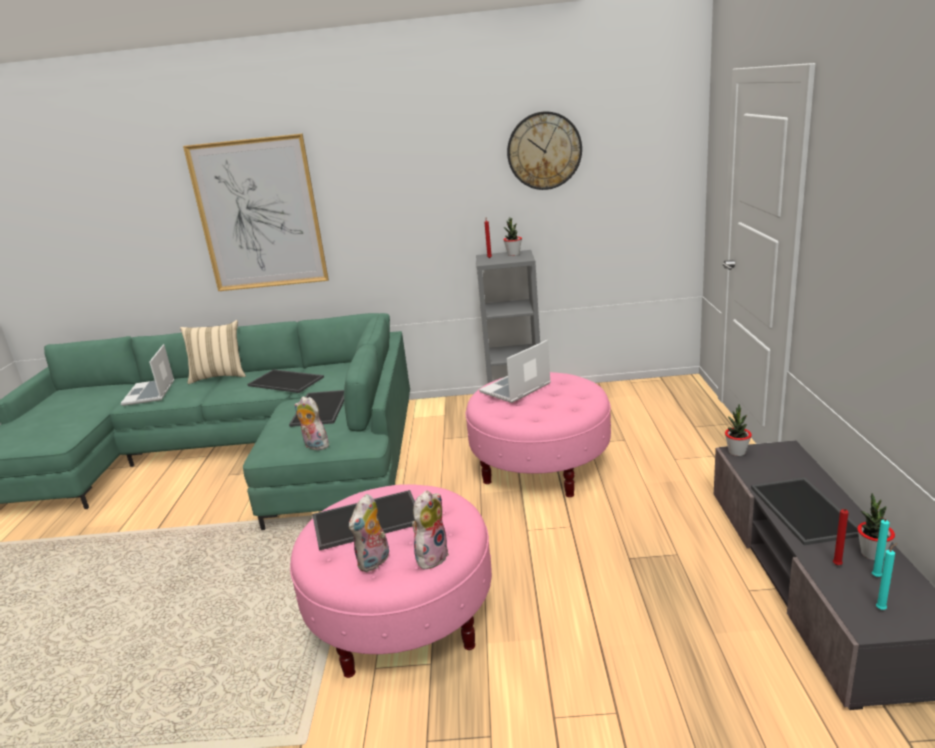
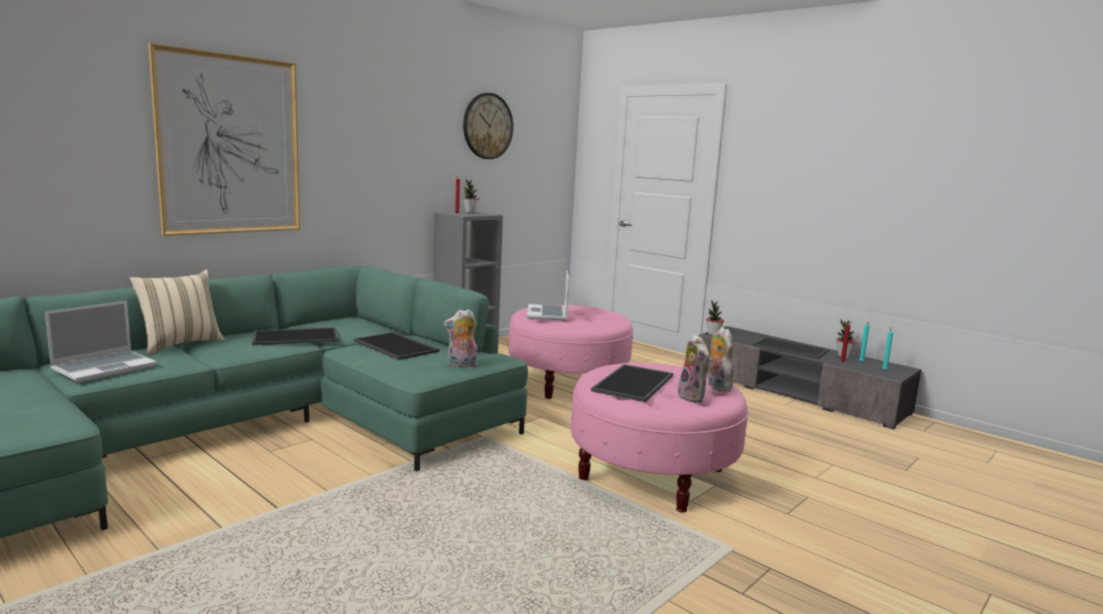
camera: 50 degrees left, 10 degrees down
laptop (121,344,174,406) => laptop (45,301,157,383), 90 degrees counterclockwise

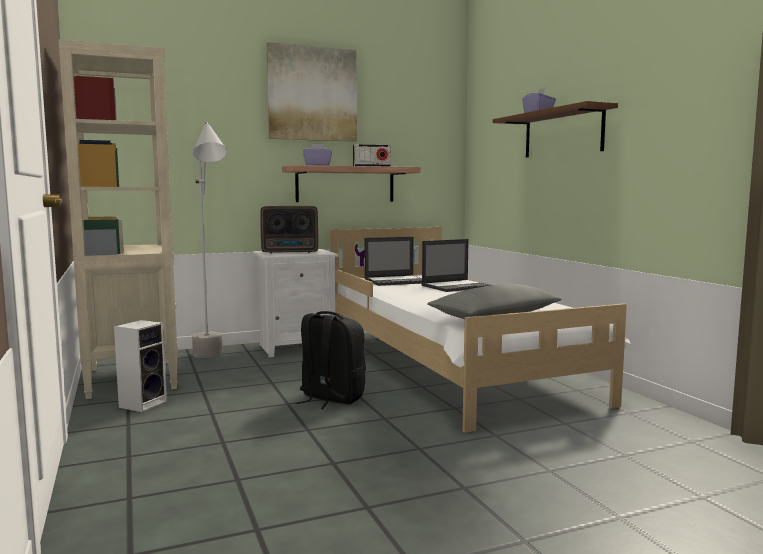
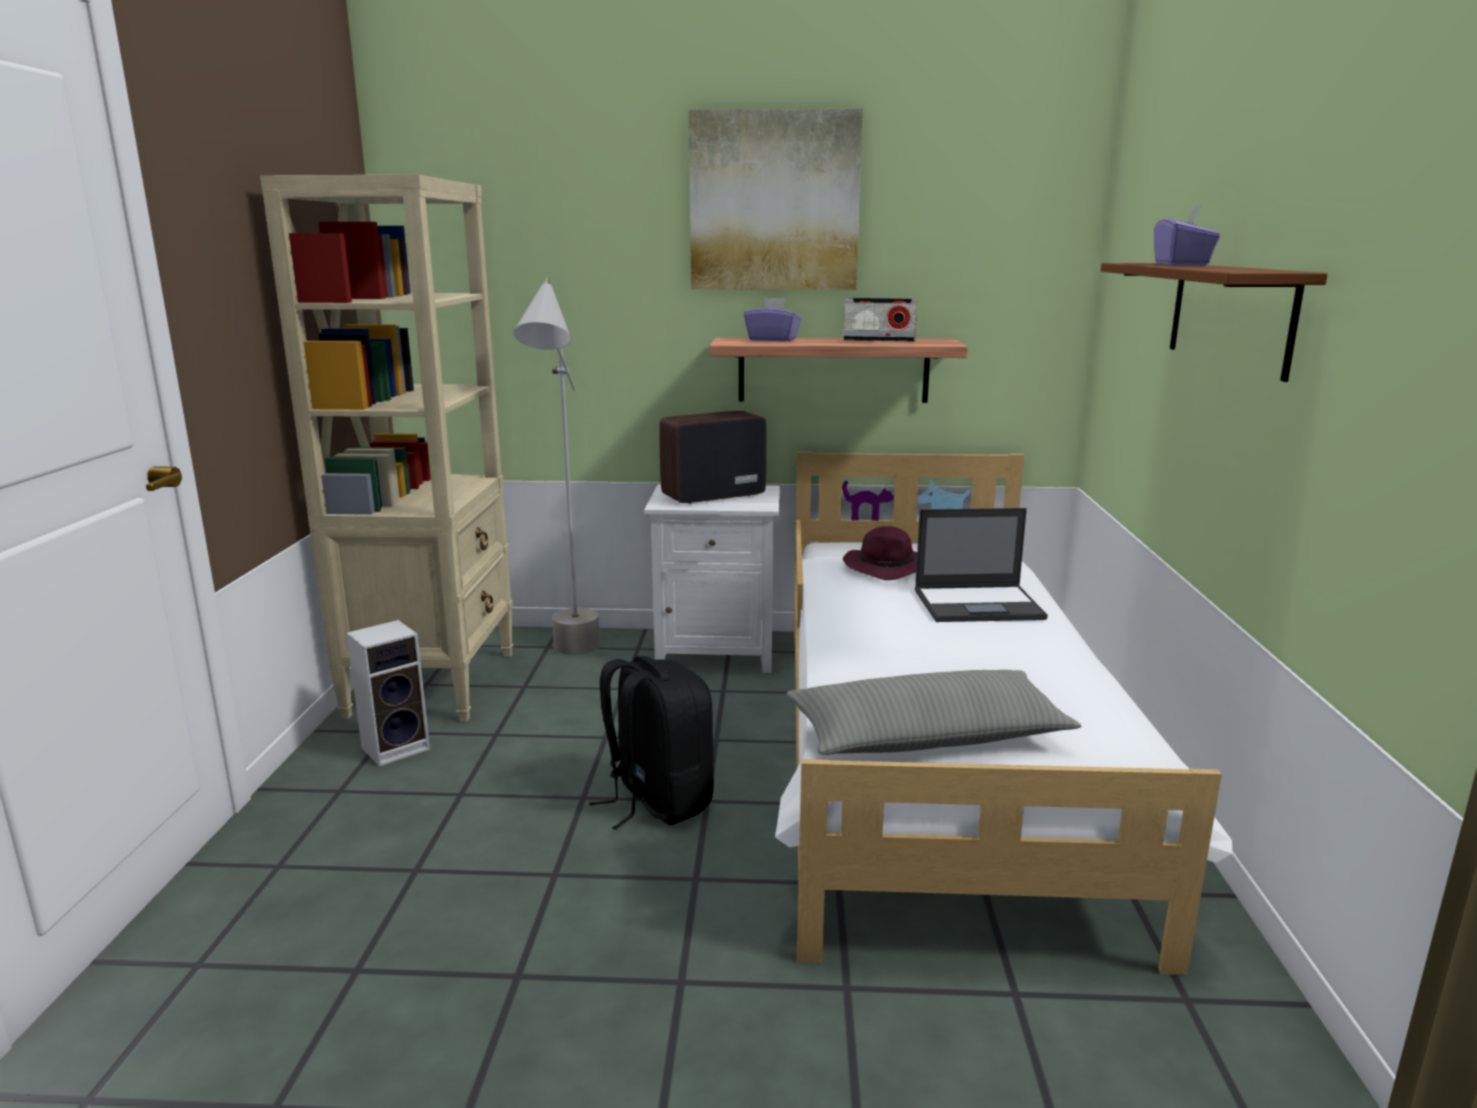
camera: 25 degrees right, 10 degrees up
laptop (364,237,422,286) => hat in purple (843,526,917,580)
radio (260,206,318,253) => radio (659,411,767,504), 135 degrees clockwise

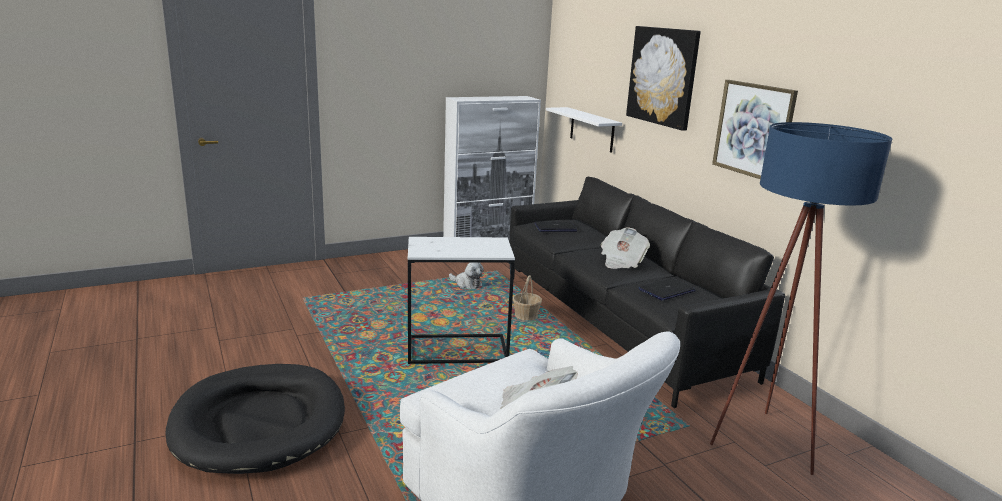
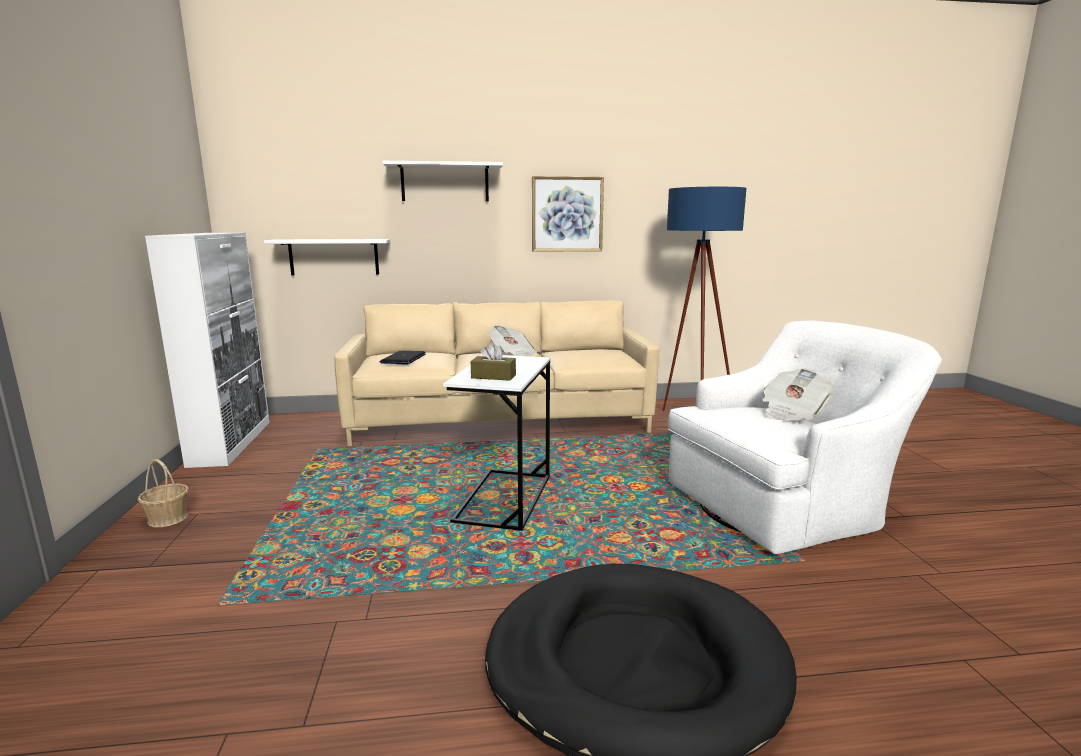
camera: 70 degrees left, 5 degrees down
plush toy (449,262,484,289) => nothing
laptop (638,278,696,301) => nothing
nothing => tissue box in brown (471,343,516,381)
basket (513,275,542,321) => basket (138,459,189,527), relocated
picture (626,26,701,131) => shelf in white (382,161,503,201)
sofa in black (509,177,785,408) => sofa in beige (334,300,659,446)

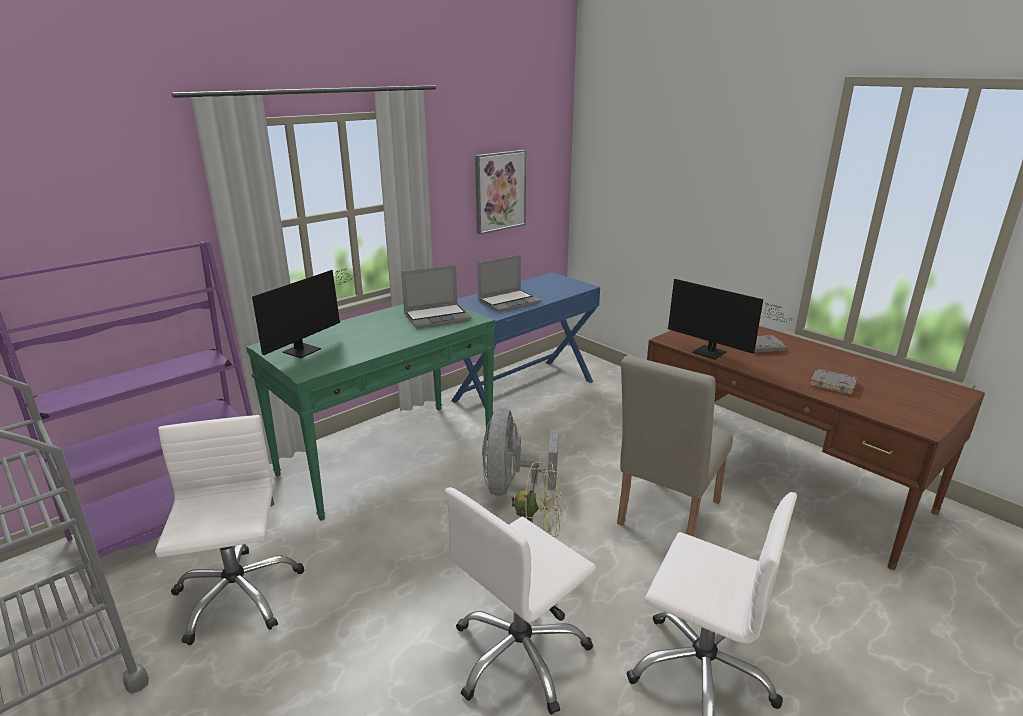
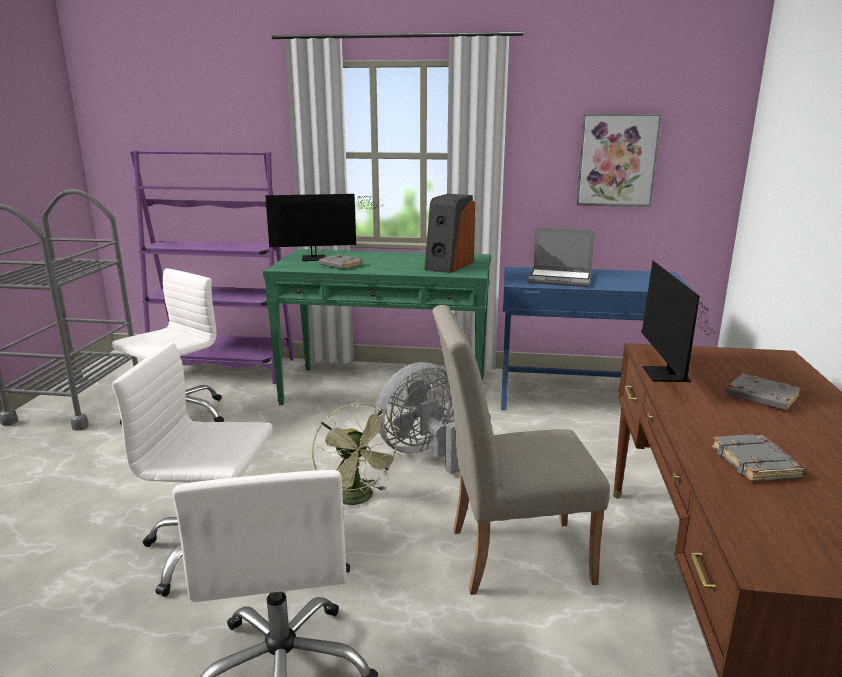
camera: 50 degrees right, 5 degrees down
nothing => book in grey (319,254,362,269)
laptop (401,265,471,329) => speaker (424,194,475,273)

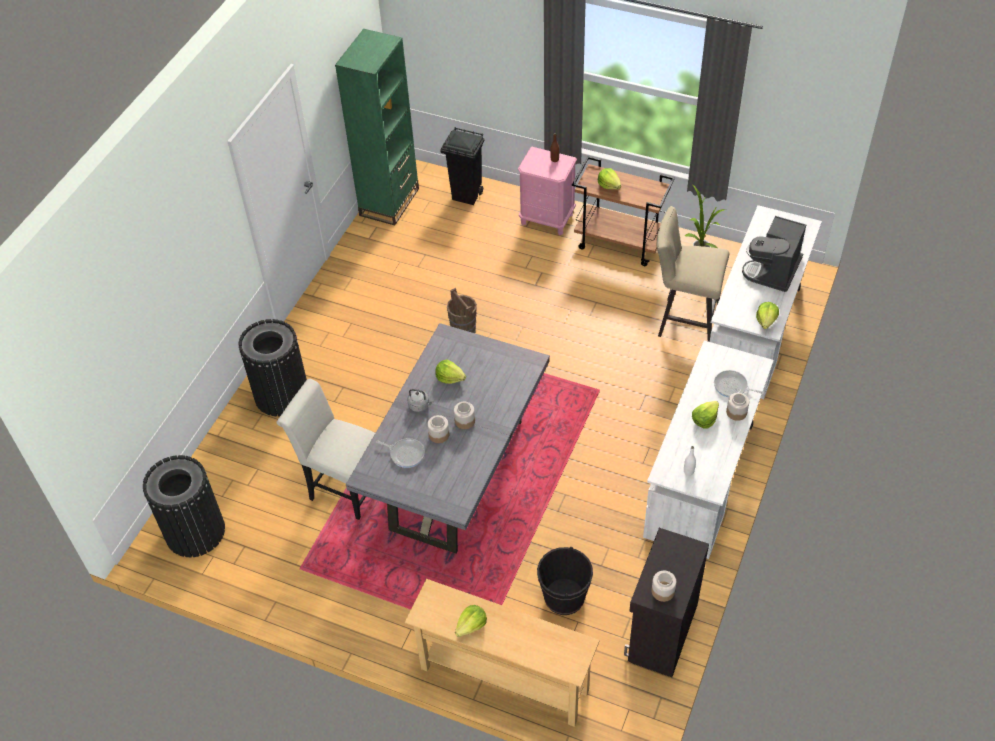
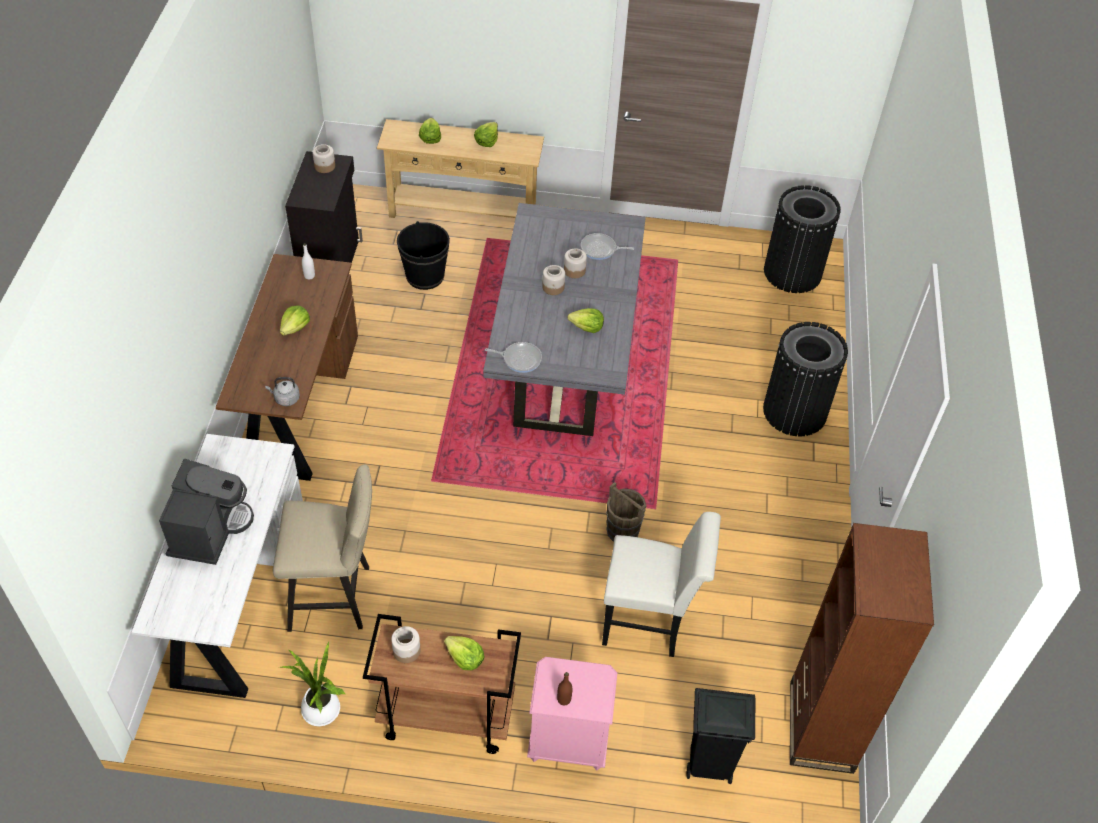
camera: 160 degrees right, 0 degrees up
chair in white (276,379,375,520) => chair in white (602,512,721,657), relocated
kettle in grey (407,389,434,412) => kettle in grey (265,377,300,406), relocated
frying pan (714,370,764,397) => frying pan (485,342,542,373), relocated
jar (726,393,749,421) => jar (391,626,421,663), relocated
lettuce (756,302,779,329) => lettuce (419,118,441,144), relocated
bookcase in green (335,29,419,226) => bookcase in brown (790,523,934,774)
desk in white (643,341,774,559) => desk in brown (216,254,358,481)

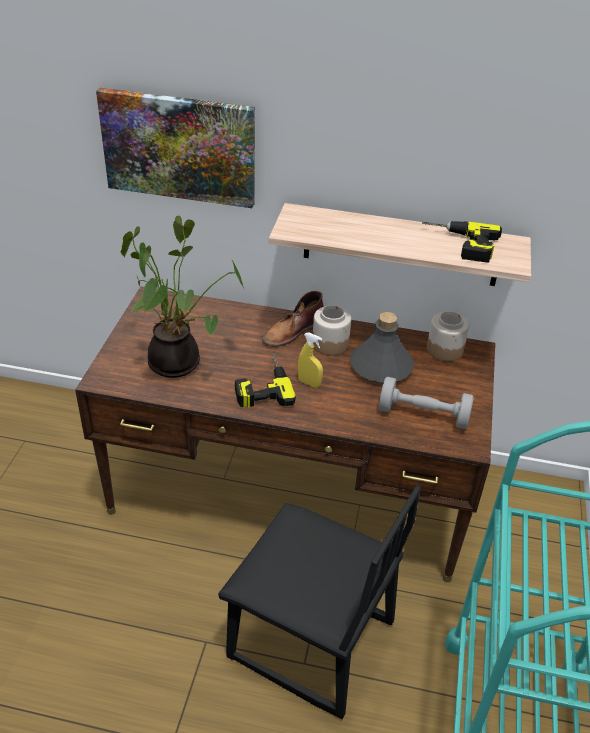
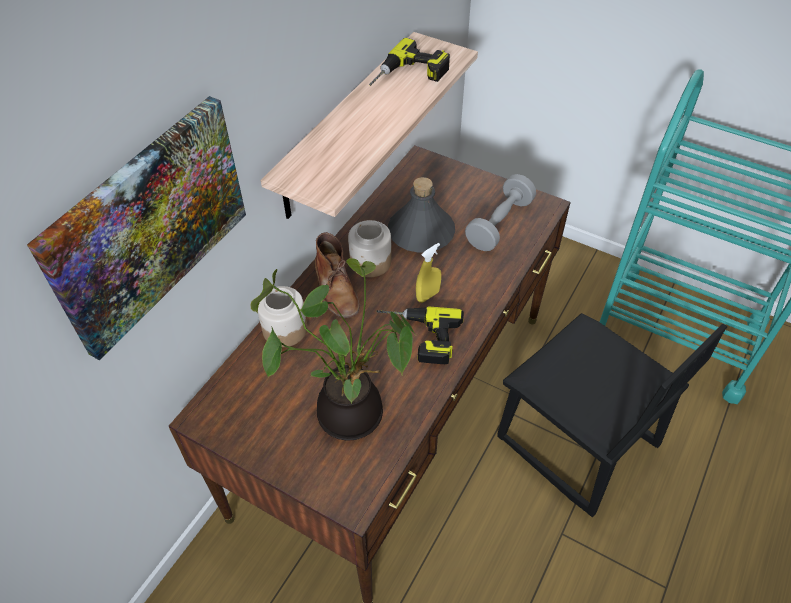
camera: 70 degrees left, 10 degrees up
jar (427,311,469,361) => jar (258,286,307,347), relocated
chair in black (218,485,421,719) => chair in black (497,313,727,517), 90 degrees clockwise

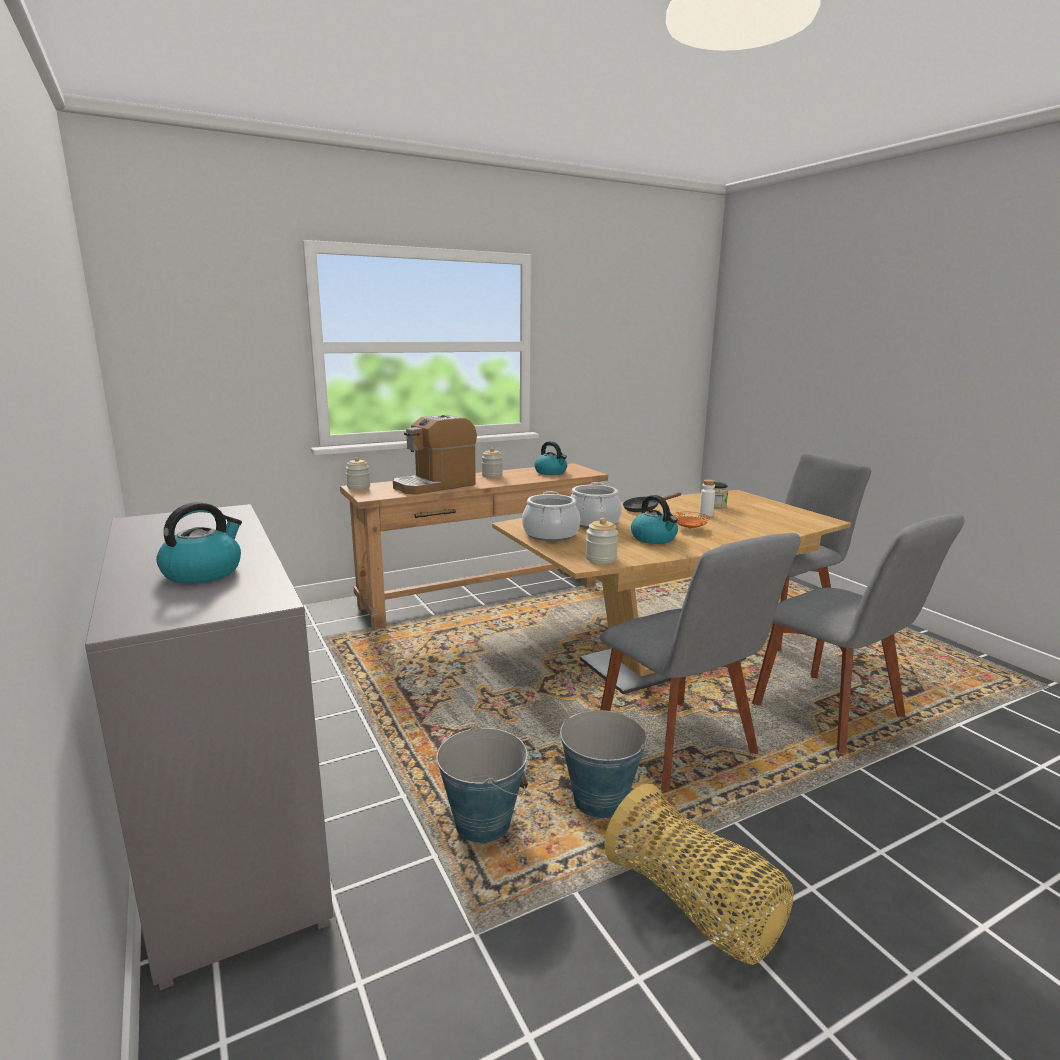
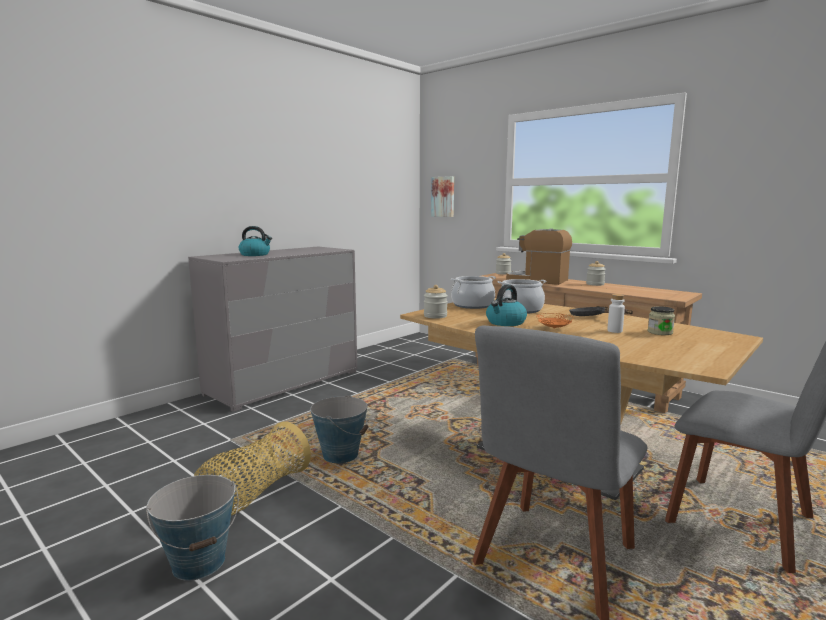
camera: 70 degrees right, 5 degrees down
kettle (535,441,567,475) => nothing
chair in grey (599,533,801,792) => nothing
nothing => picture (431,176,454,217)
bucket (437,725,528,843) => bucket (146,475,239,581), relocated

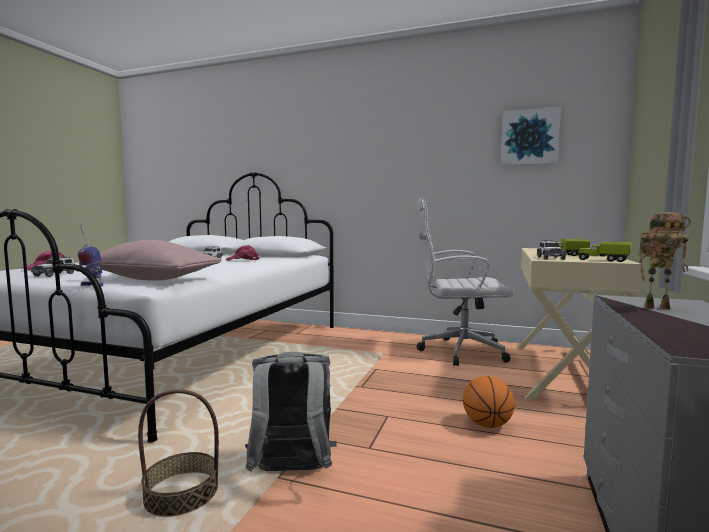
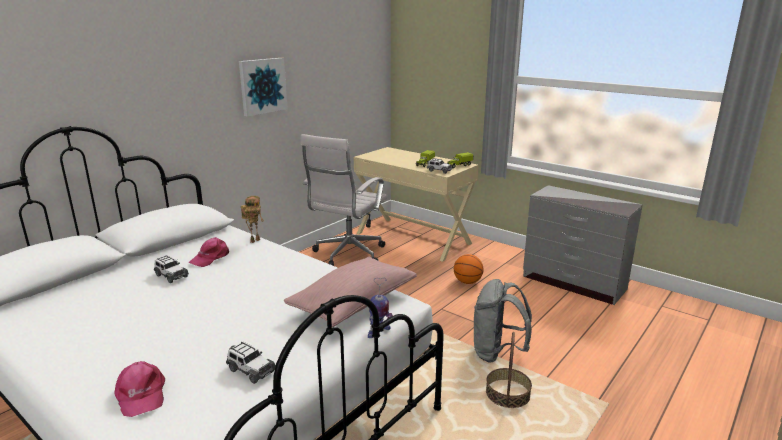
camera: 70 degrees left, 15 degrees up
picture (501,107,561,166) => picture (239,58,288,116), relocated
toy robot (638,212,691,310) => toy robot (241,196,264,243), relocated

